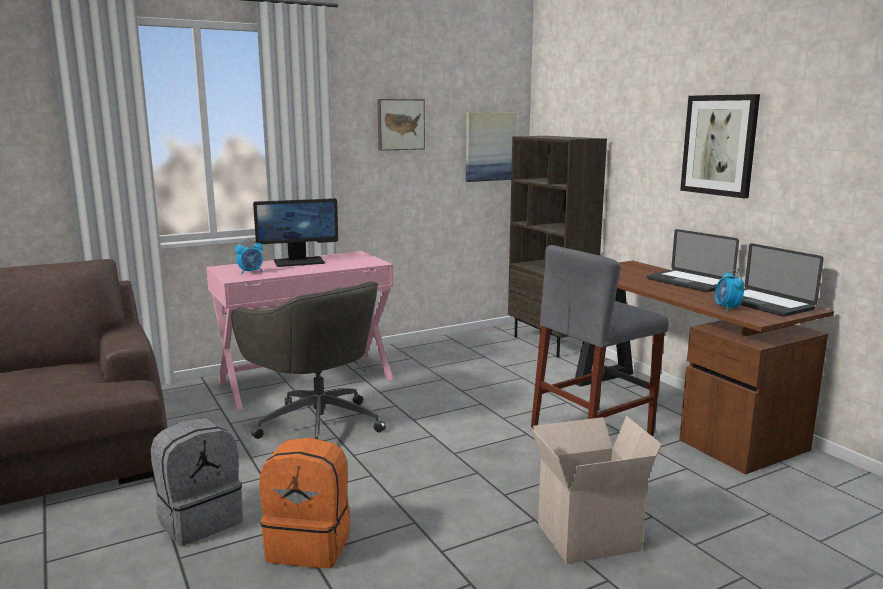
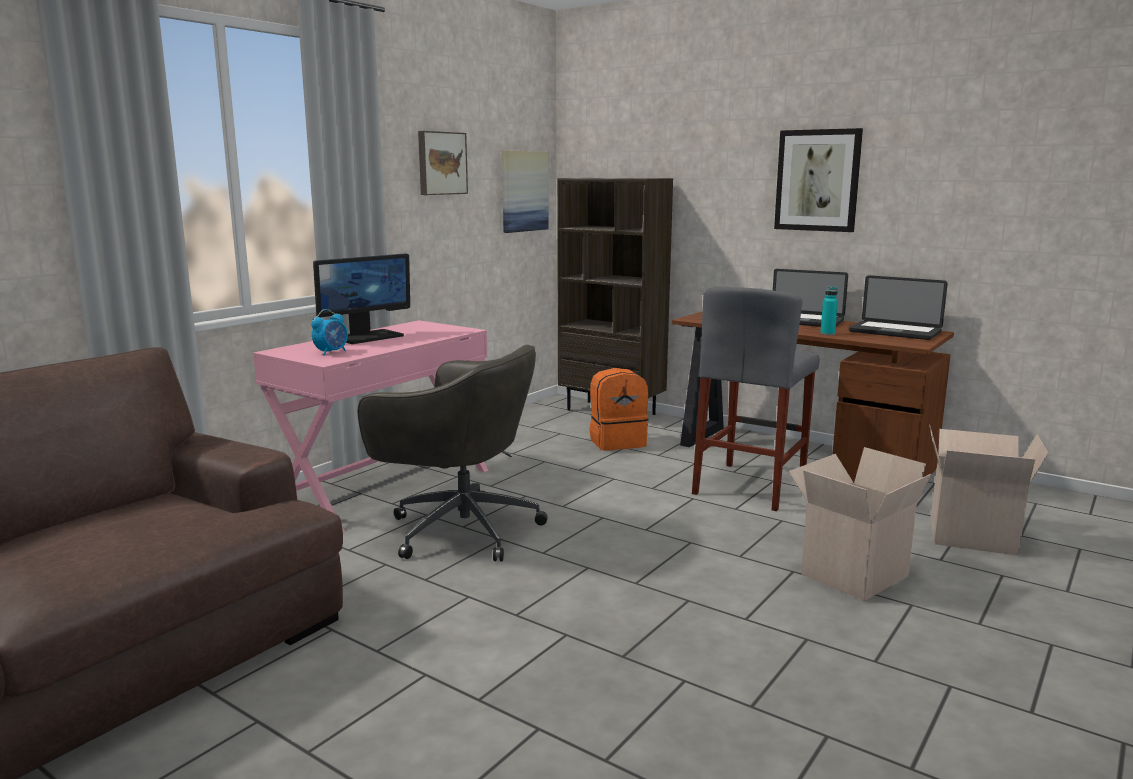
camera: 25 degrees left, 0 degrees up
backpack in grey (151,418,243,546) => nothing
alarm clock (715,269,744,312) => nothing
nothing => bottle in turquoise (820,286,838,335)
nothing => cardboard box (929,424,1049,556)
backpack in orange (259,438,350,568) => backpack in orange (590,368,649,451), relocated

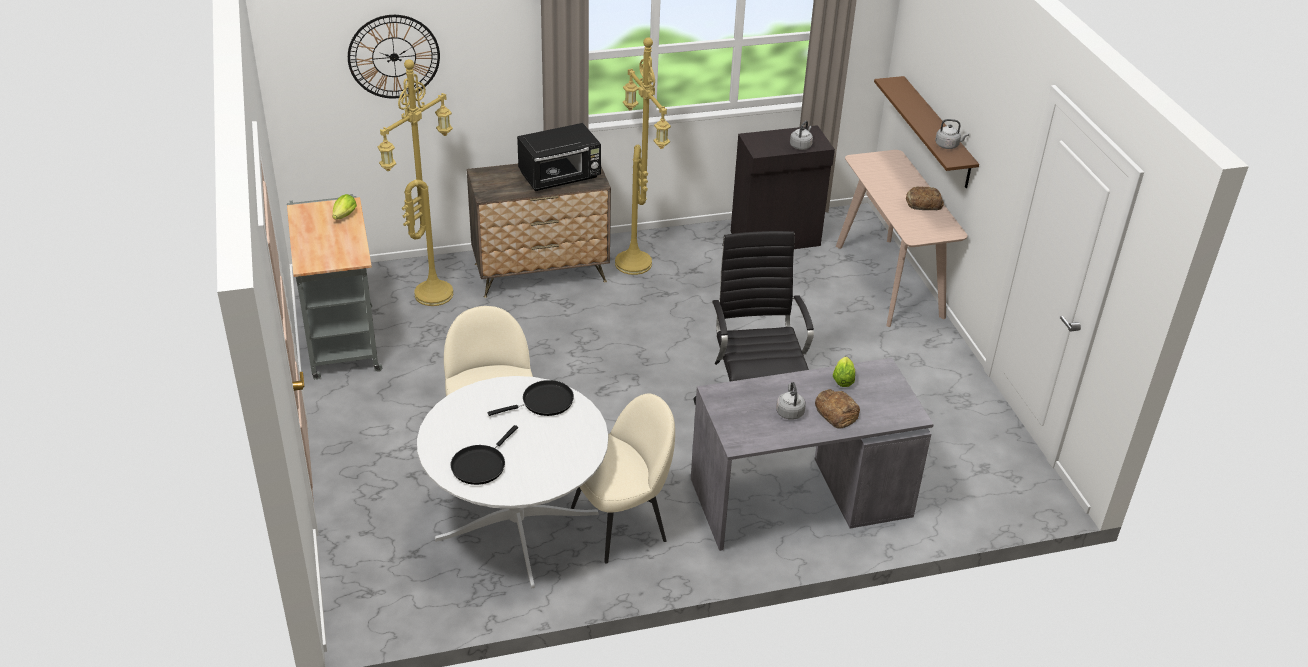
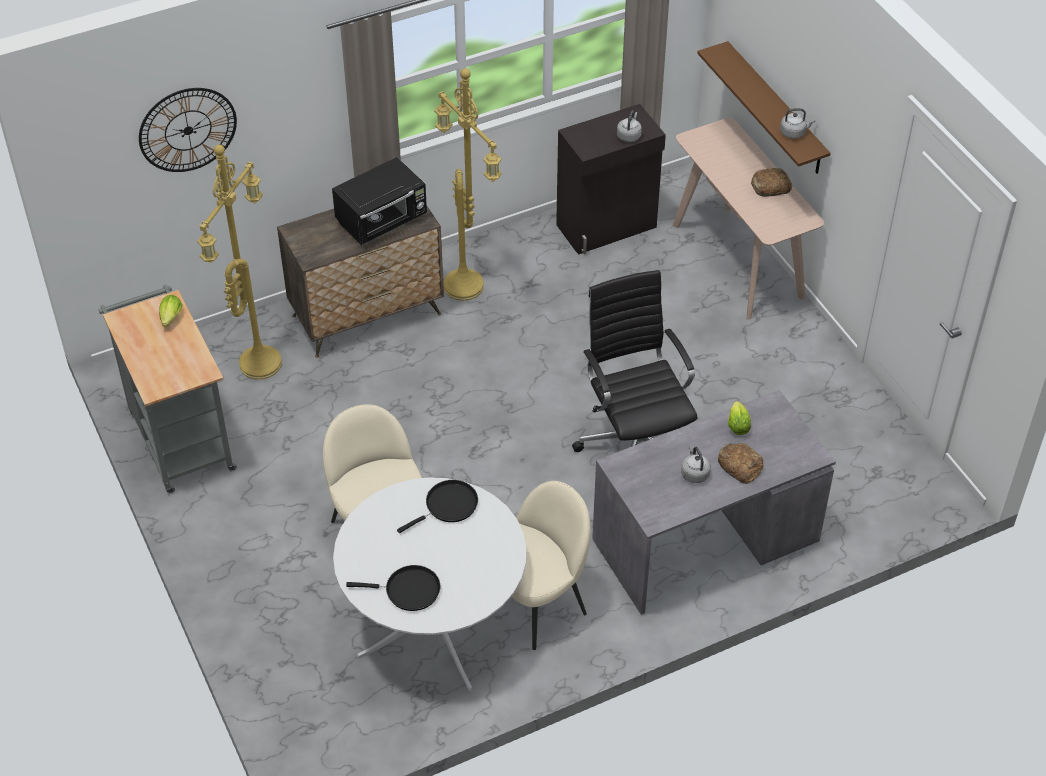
camera: 10 degrees left, 10 degrees up
frying pan in black (450,425,518,485) => frying pan in black (346,565,440,611), 105 degrees counterclockwise

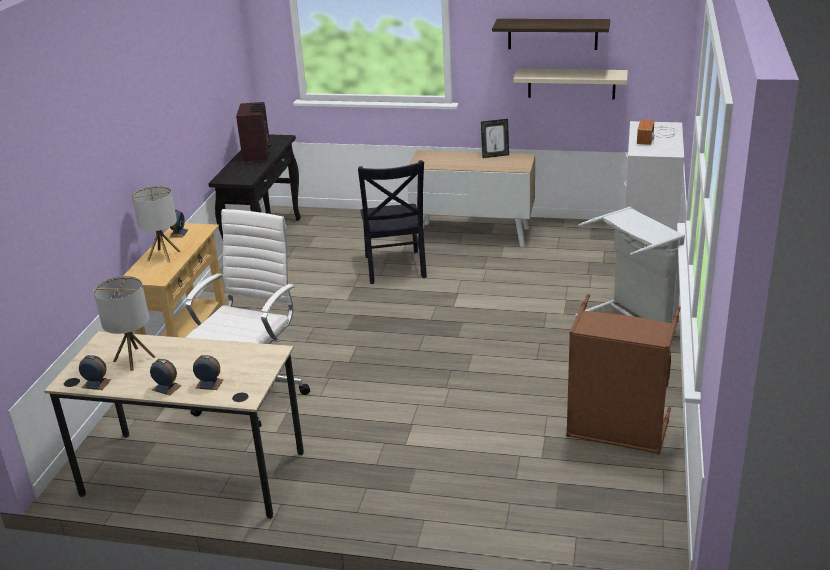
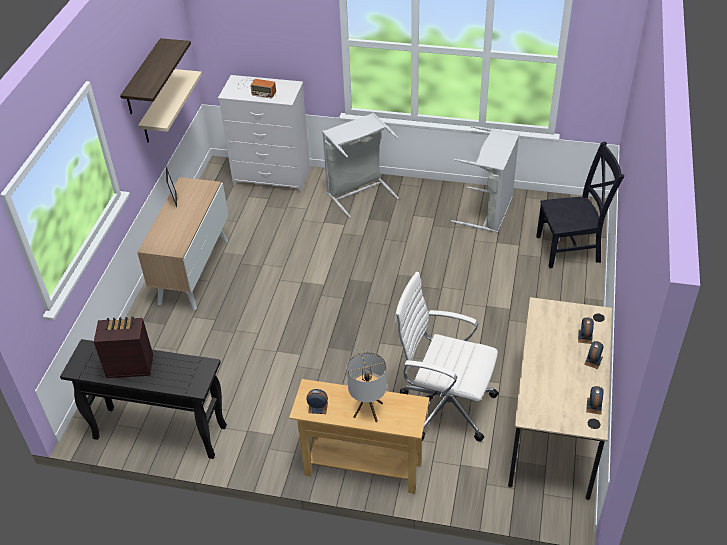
camera: 90 degrees left, 15 degrees up
table lamp (94,276,156,371) => nothing
chair in black (358,160,427,284) => chair in black (536,142,624,268), relocated
laundry basket in brown (566,294,681,454) => laundry basket in grey (451,125,519,233)

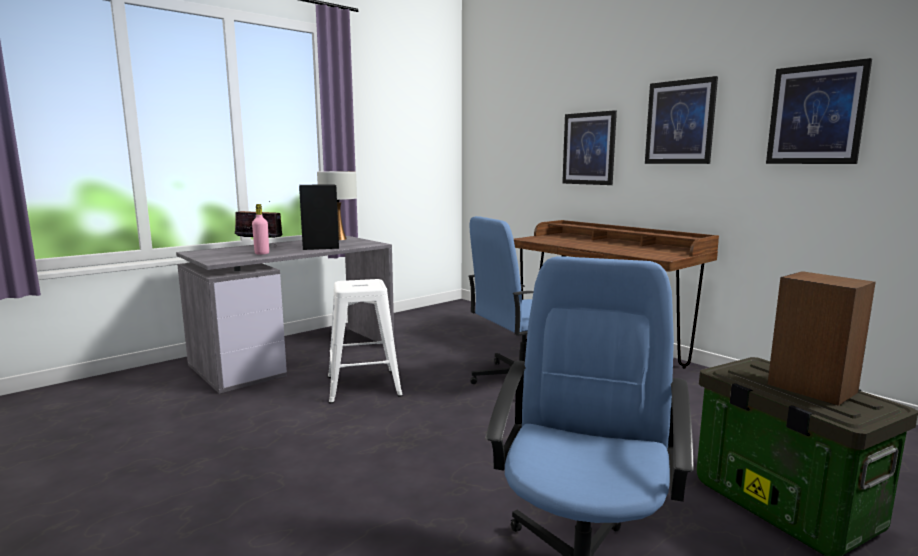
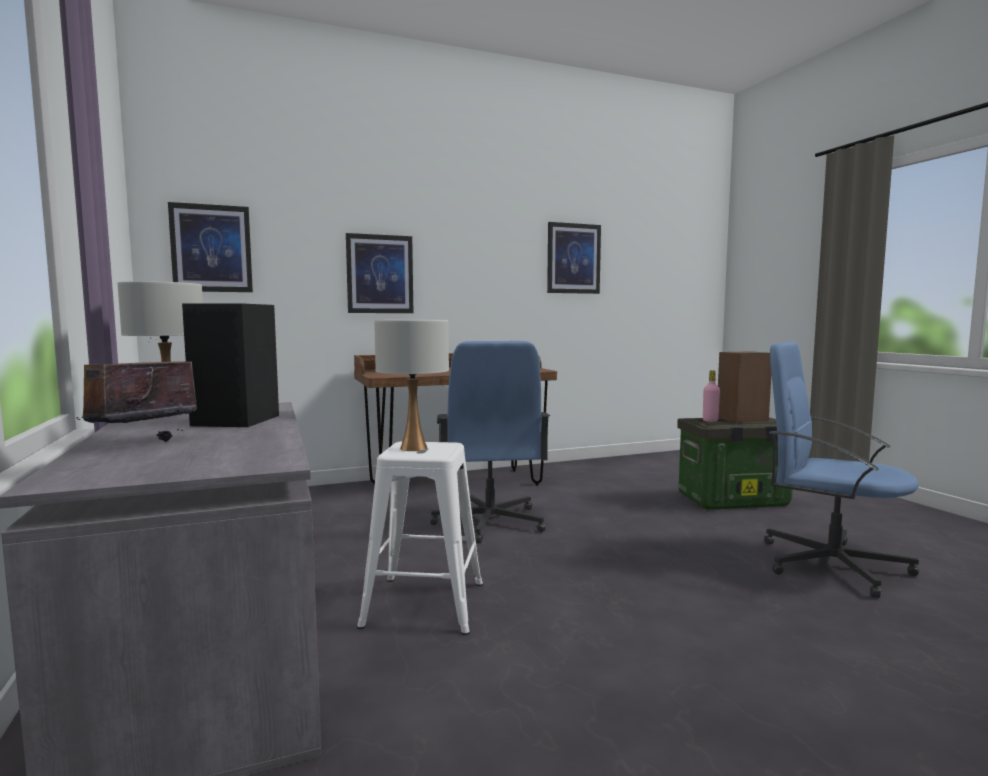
camera: 70 degrees left, 5 degrees down
nothing => table lamp in white (374,320,449,451)
bottle in pink (252,204,269,255) => bottle in pink (703,370,720,422), relocated
picture (645,76,718,164) => picture (168,202,253,292), relocated

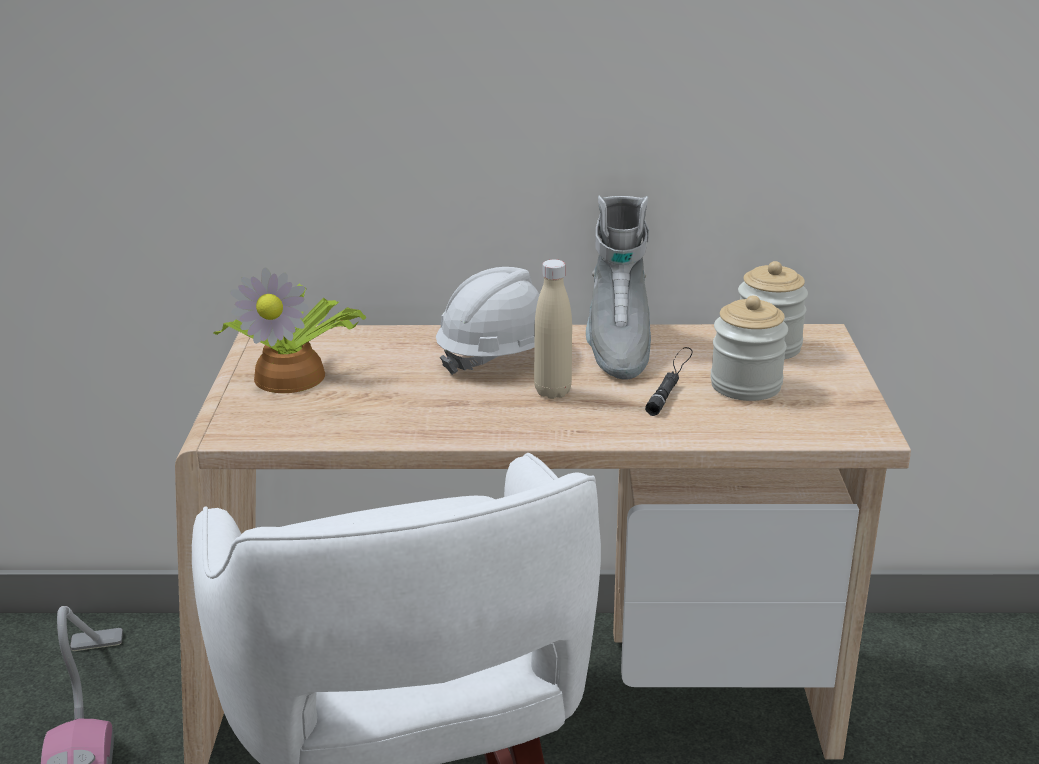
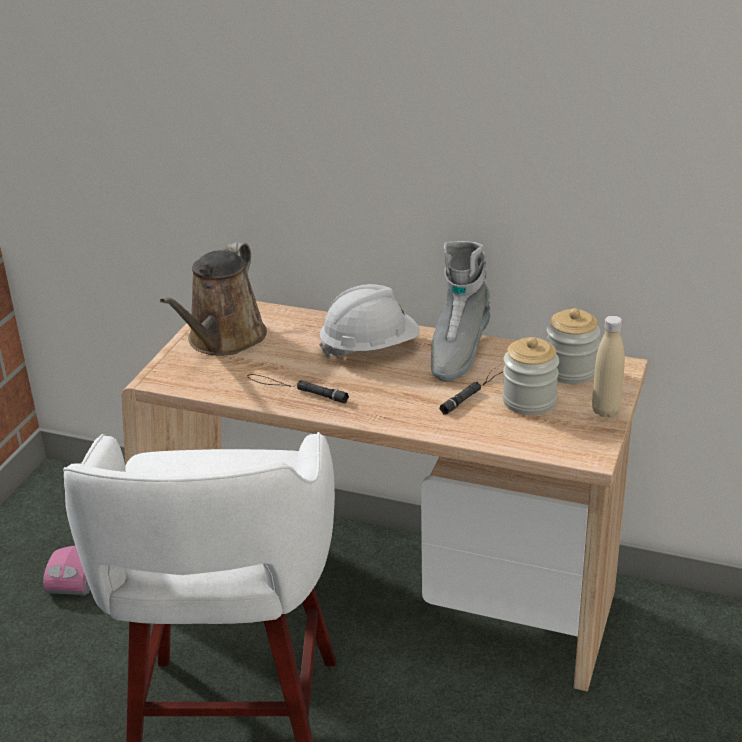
camera: 20 degrees right, 5 degrees up
nothing => flashlight in black (248,374,349,403)
bottle in beige (534,259,572,399) => bottle in beige (592,316,625,417), relocated
potted plant (214,267,367,393) => watering can in brown (160,242,267,356)

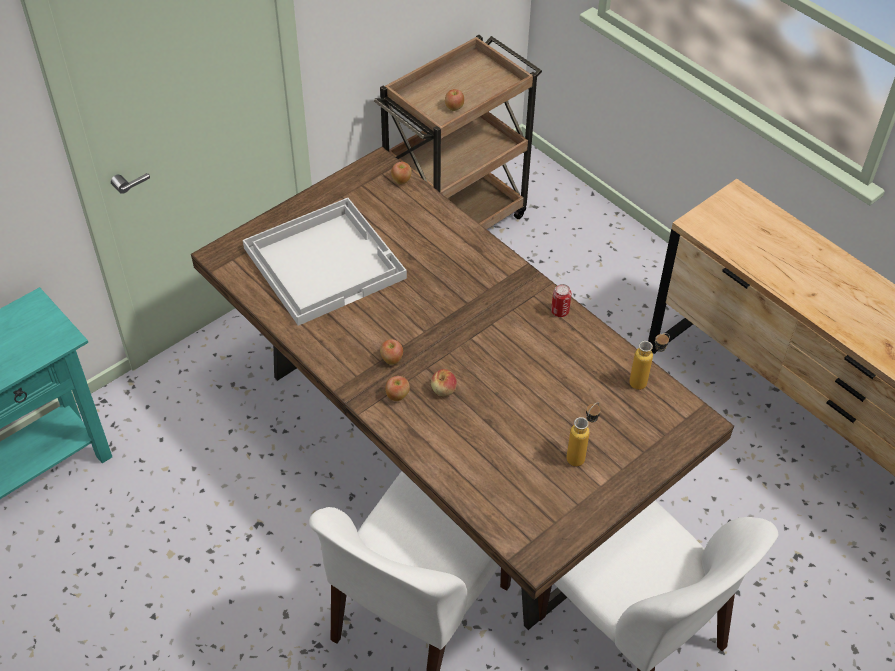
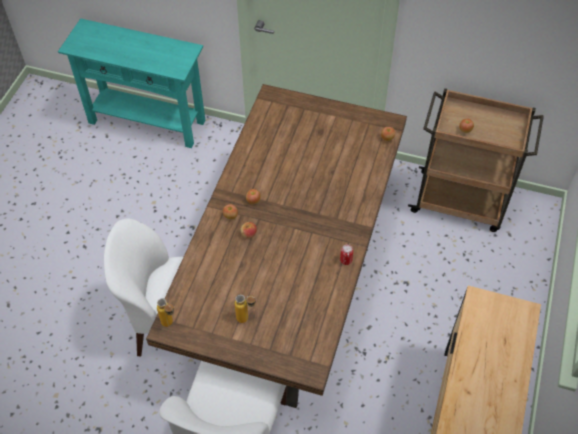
camera: 60 degrees right, 5 degrees up
tray in white (243,198,407,326) => nothing
bottle (629,333,670,390) => bottle (157,298,174,327), relocated

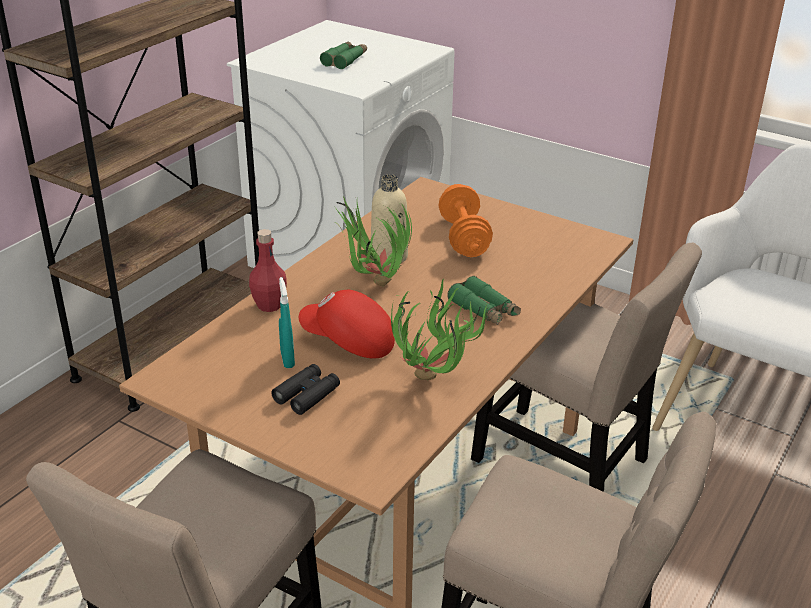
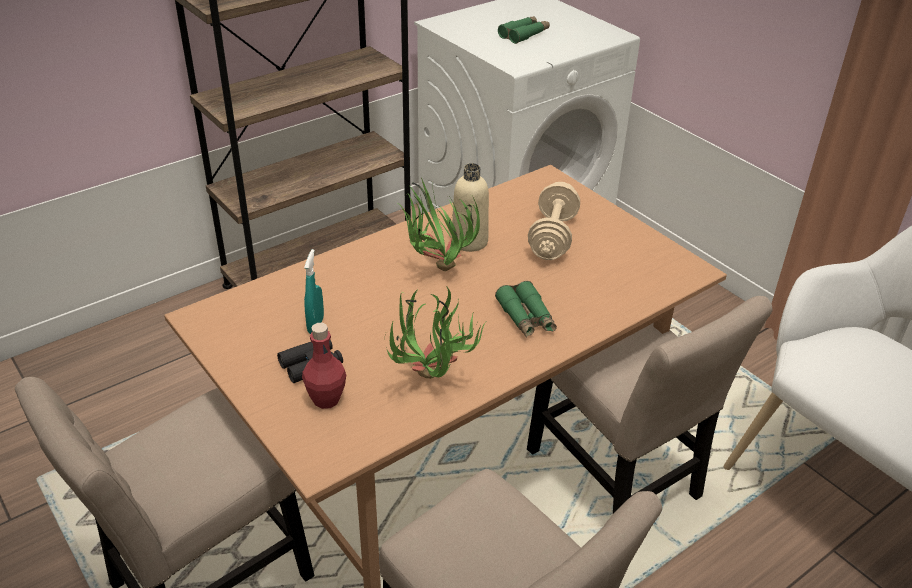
camera: 20 degrees right, 5 degrees up
cap in red (299,290,395,359) => nothing
bottle in red (249,229,287,312) => bottle in red (302,323,346,409), relocated
dumbbell in orange (438,184,493,257) => dumbbell in beige (528,182,580,260)

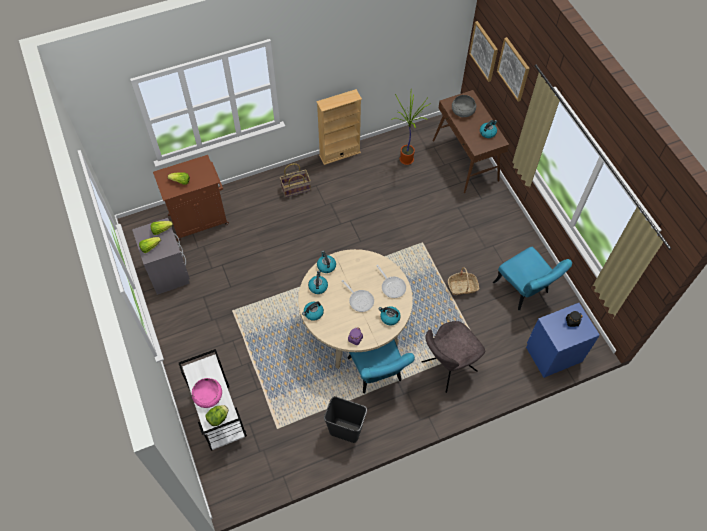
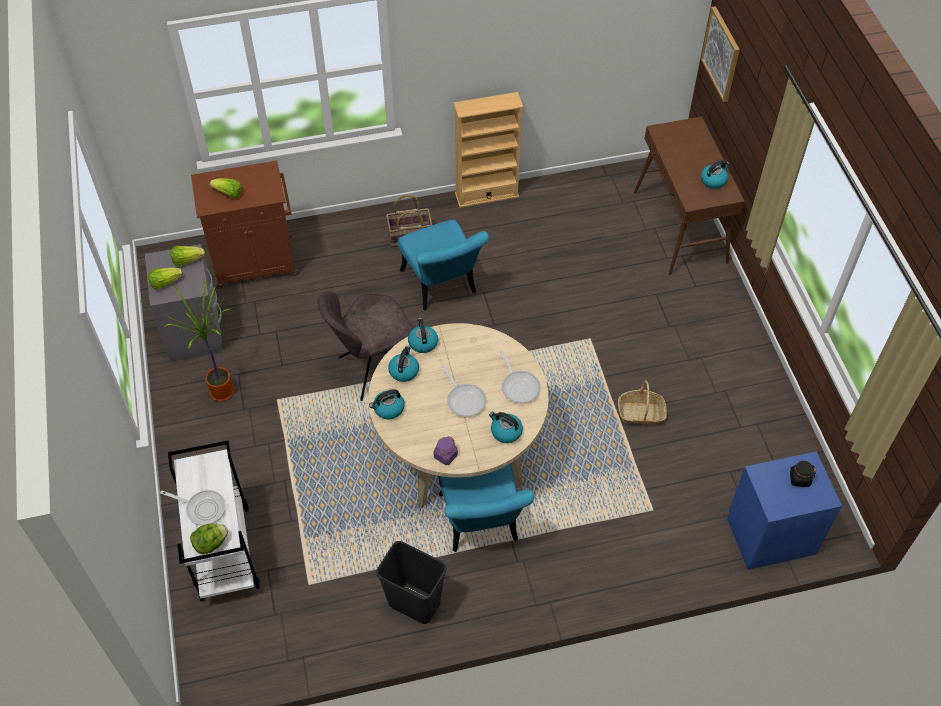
camera: 10 degrees right, 5 degrees down
bowl in grey (452,95,476,117) => nothing
picture (497,37,530,102) => nothing
potted plant (392,94,430,165) => potted plant (163,277,234,401), relocated
chair in grey (422,321,486,393) => chair in grey (317,291,413,401), relocated
chair in turquoise (493,247,572,310) => chair in turquoise (398,220,489,310), relocated
bowl in pink (192,378,222,408) => frying pan (160,490,226,526)

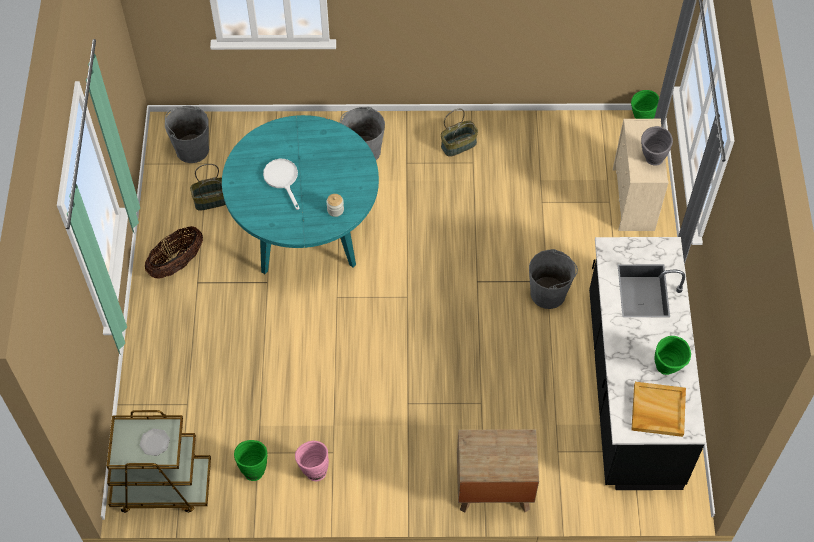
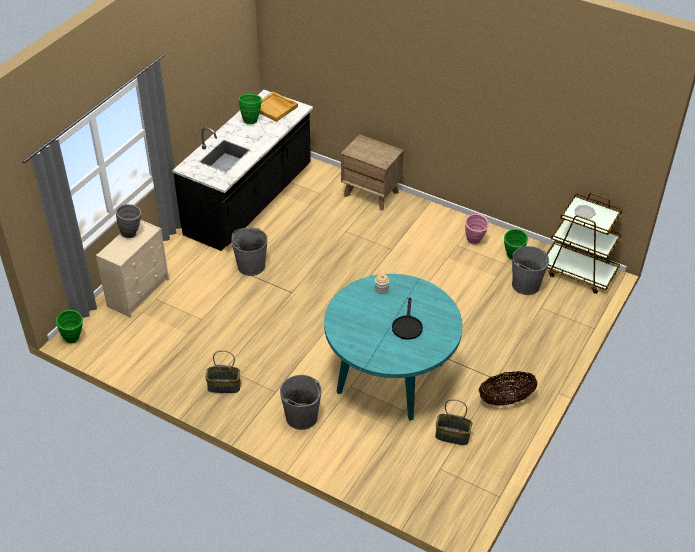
camera: 150 degrees left, 15 degrees down
bucket in grey (165,106,209,163) => bucket in grey (512,246,549,295), relocated
frying pan in white (263,159,299,210) => frying pan in black (392,298,423,340)

